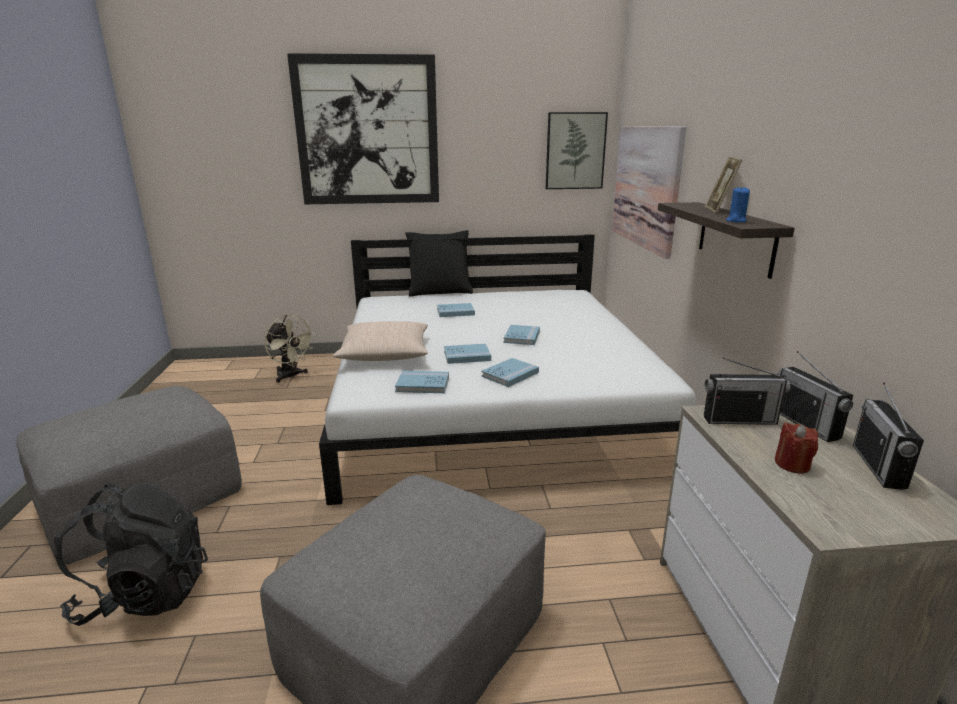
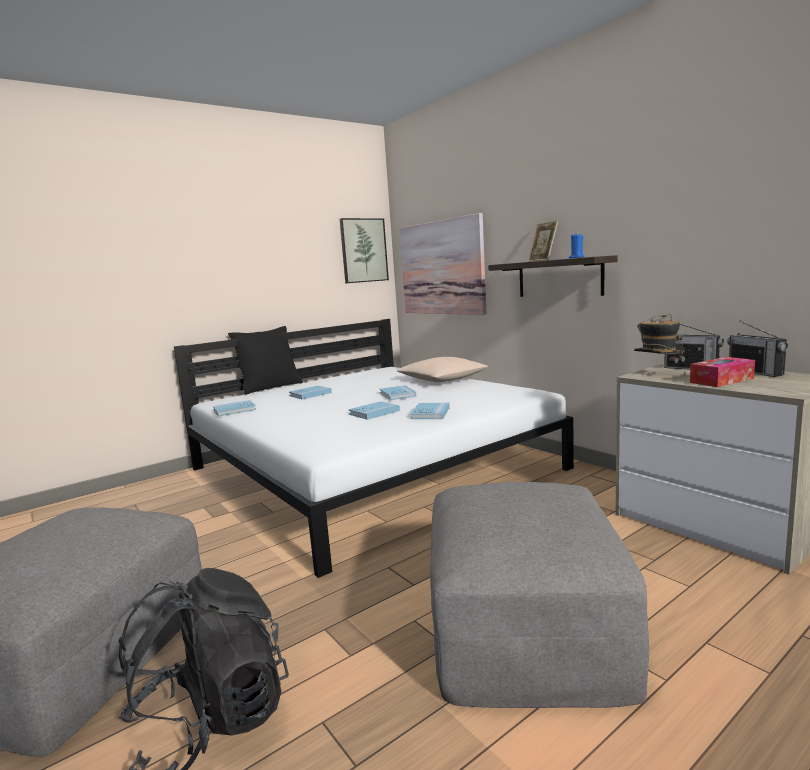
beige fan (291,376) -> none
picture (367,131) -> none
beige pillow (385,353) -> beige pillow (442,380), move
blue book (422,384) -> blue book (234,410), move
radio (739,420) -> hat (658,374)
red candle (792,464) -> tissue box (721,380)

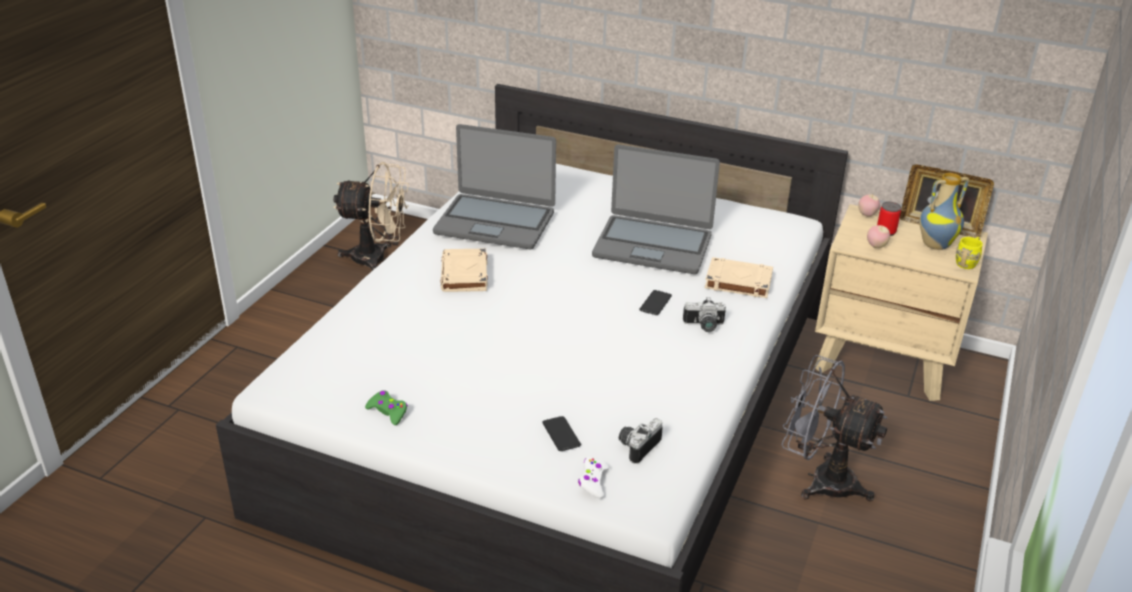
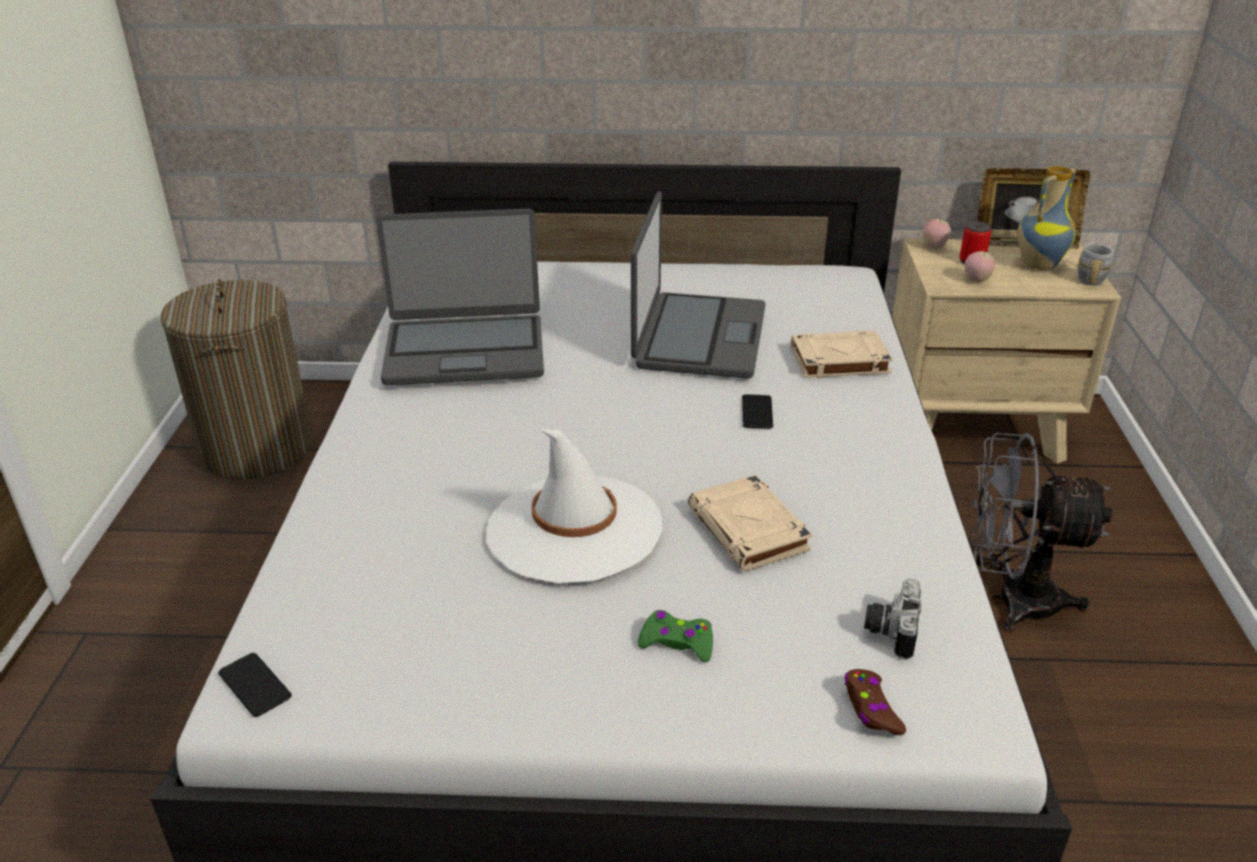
photo camera (704,326) -> none
none -> white hat (574,529)
green game controller (388,411) -> green game controller (677,643), move
beige book (465,275) -> beige book (749,530), move
phone (561,434) -> phone (255,685), move
beige fan (378,259) -> laundry basket (257,448)
white game controller (593,481) -> brown game controller (871,708)
yellow mug (967,262) -> grey mug (1090,277)
laptop (653,245) -> laptop (698,337), 75 degrees counterclockwise

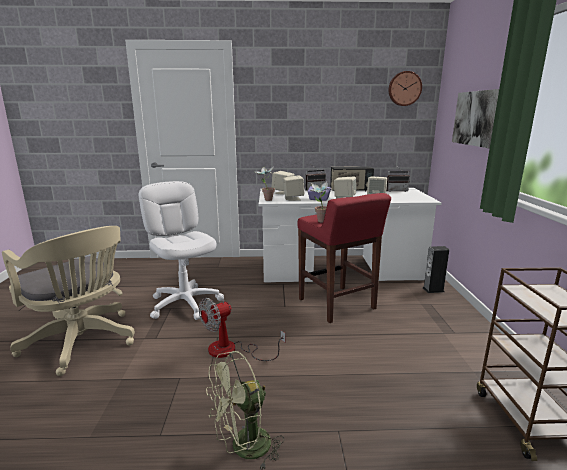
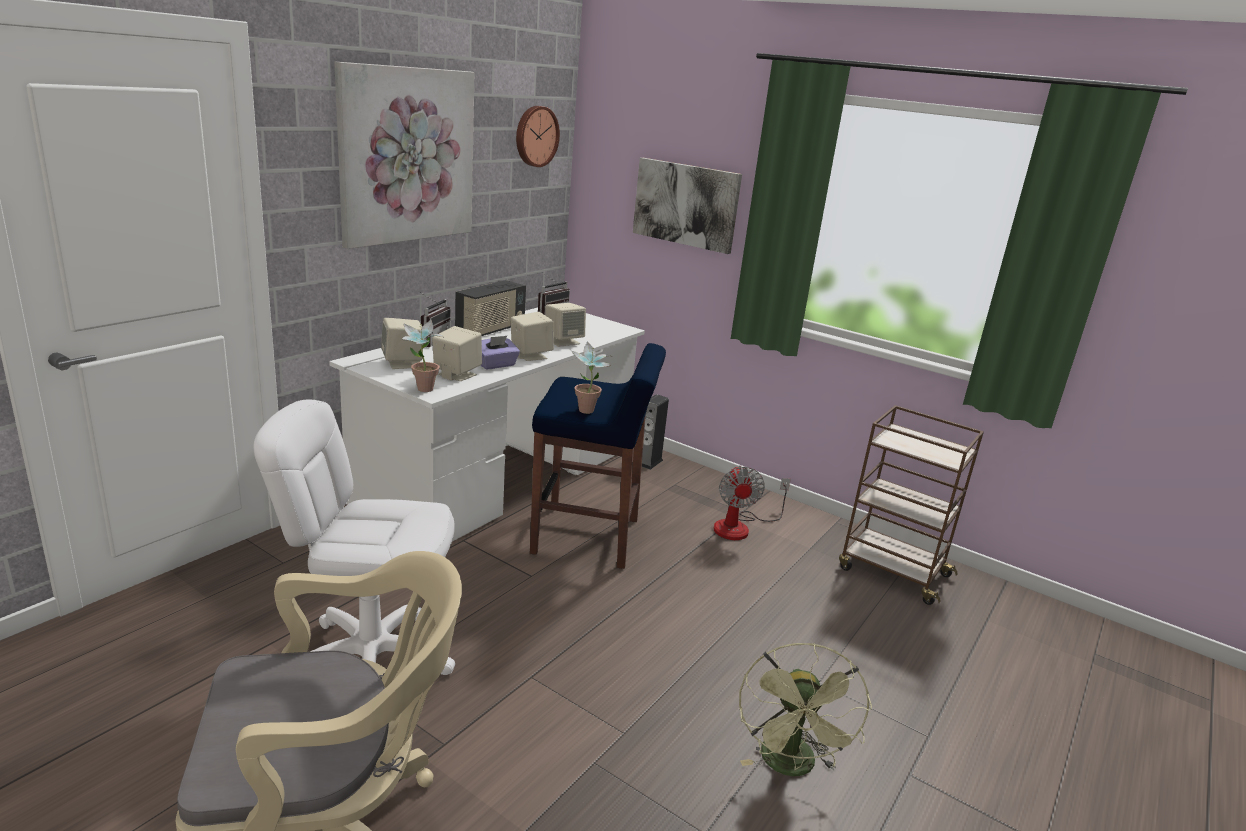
none -> picture (407,155)
fan (231,351) -> fan (740,527), move
red stool (337,305) -> blue stool (588,537)

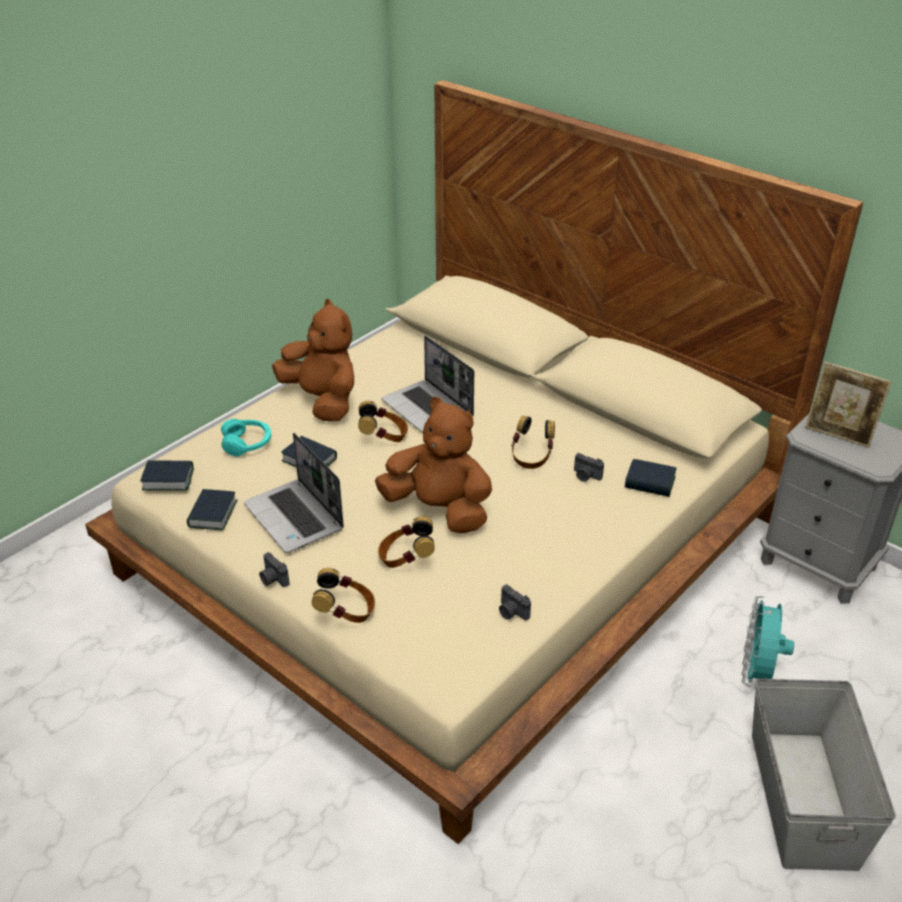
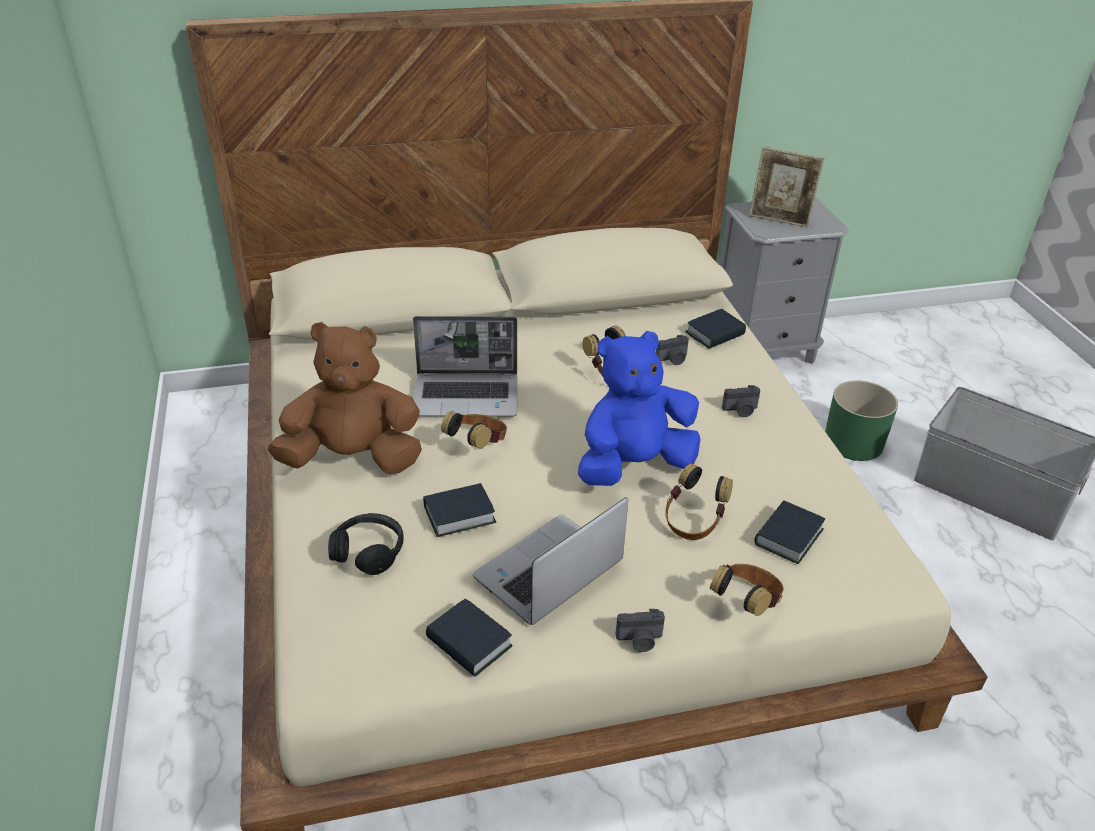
book (168,479) -> book (788,537), move
photo camera (511,612) -> photo camera (741,410), move
turquoise fan (757,674) -> green planter (854,442)
turquoise headphones (247,443) -> black headphones (369,551)
brown plush toy (439,510) -> blue plush toy (634,466)
laptop (295,518) -> laptop (548,573), 135 degrees clockwise
picture frame (838,436) -> picture frame (779,220), 45 degrees clockwise

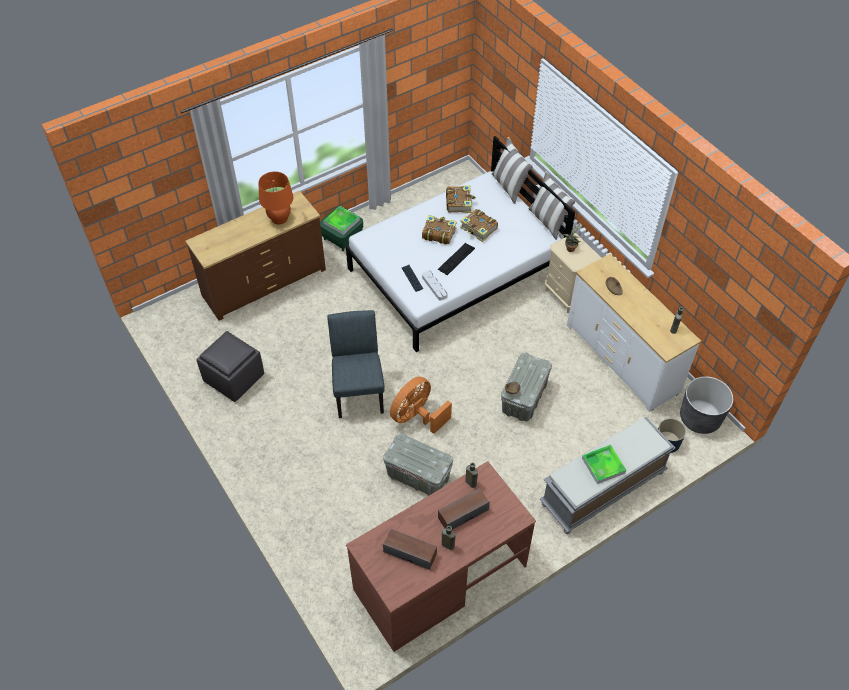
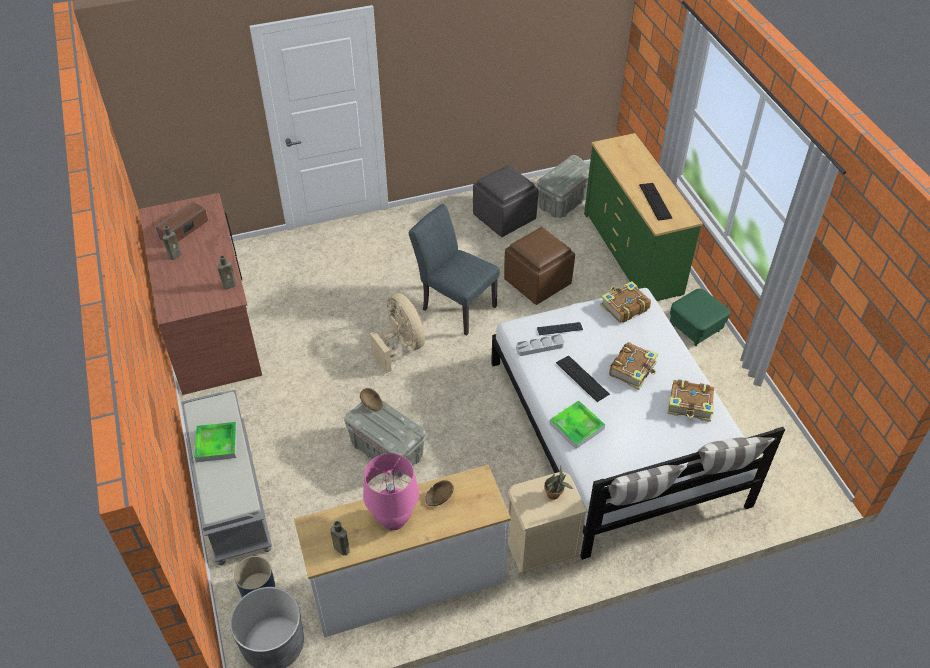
speaker (463,513) -> none
none -> pink table lamp (393,518)
none -> brown ottoman (538,282)
tray (341,222) -> tray (576,426), move
grey storage box (417,476) -> grey storage box (565,201), move
book (479,229) -> book (623,307), move
orange table lamp (279,218) -> keyboard (655,201)
brown dresser (264,282) -> green dresser (632,252)
orange fan (417,417) -> beige fan (401,346)
grey chair (358,390) -> grey chair (454,305), 150 degrees counterclockwise

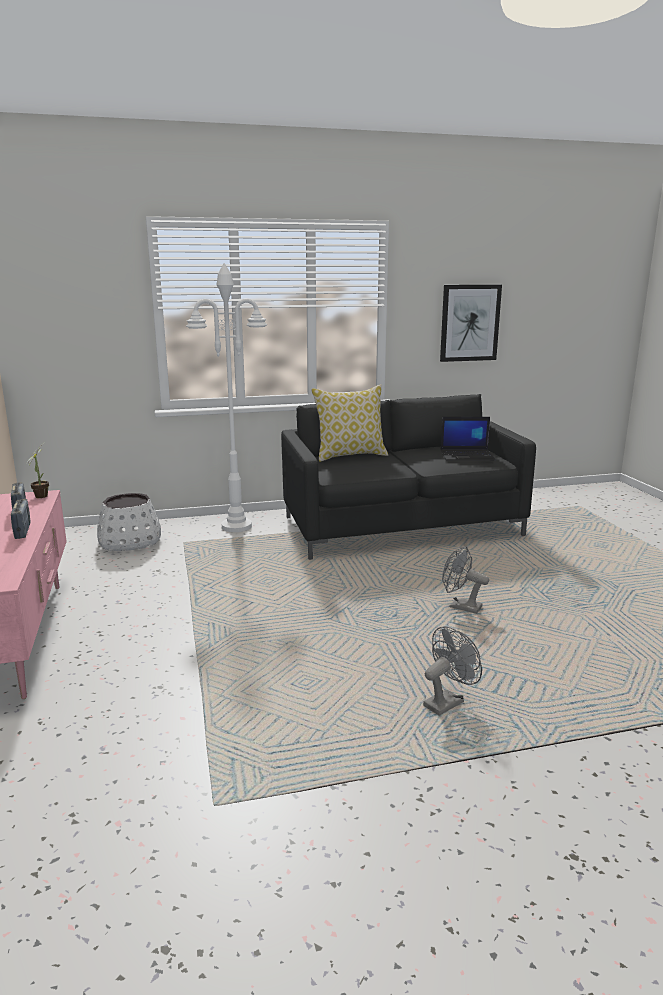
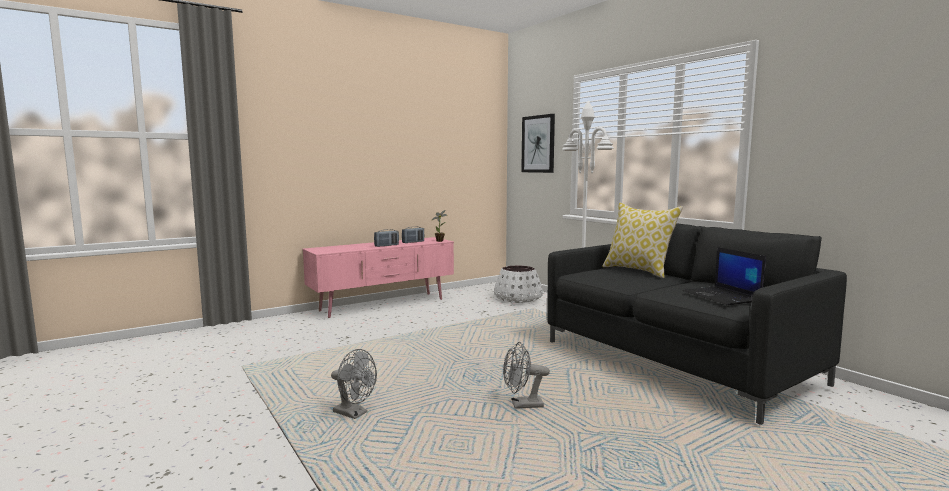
picture (469,323) -> picture (538,144), move
grey fan (460,606) -> grey fan (522,405), 105 degrees counterclockwise

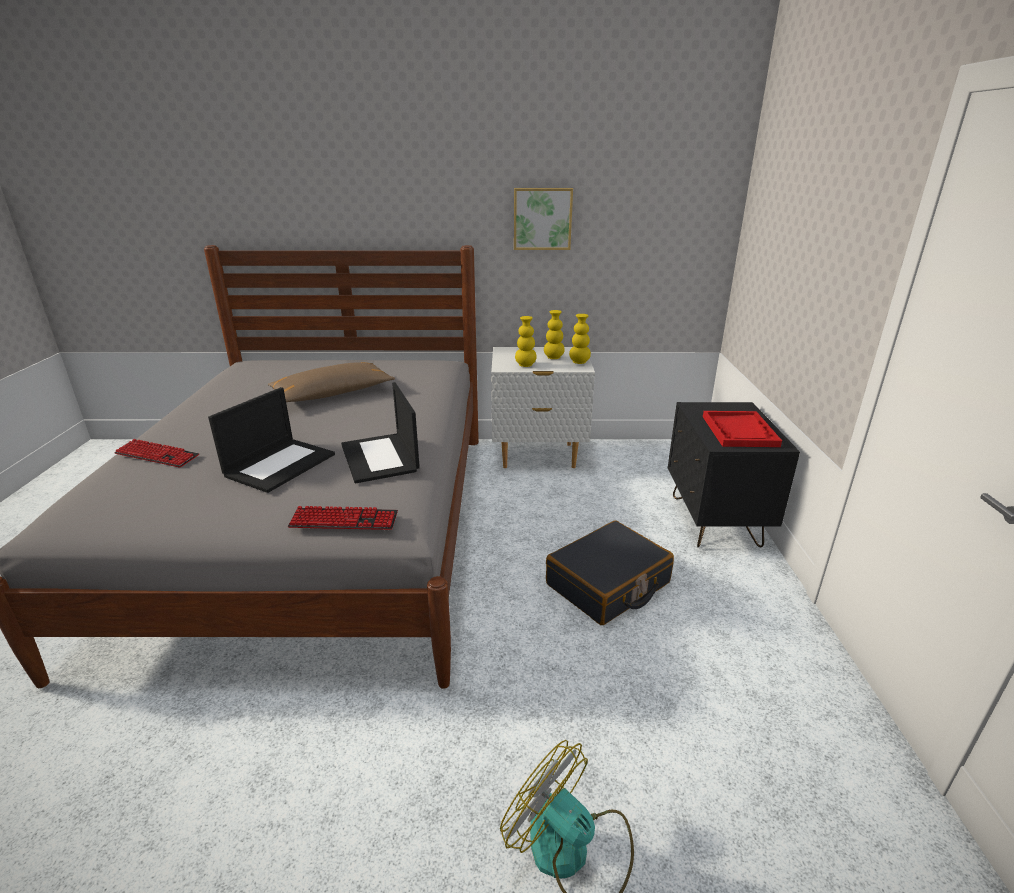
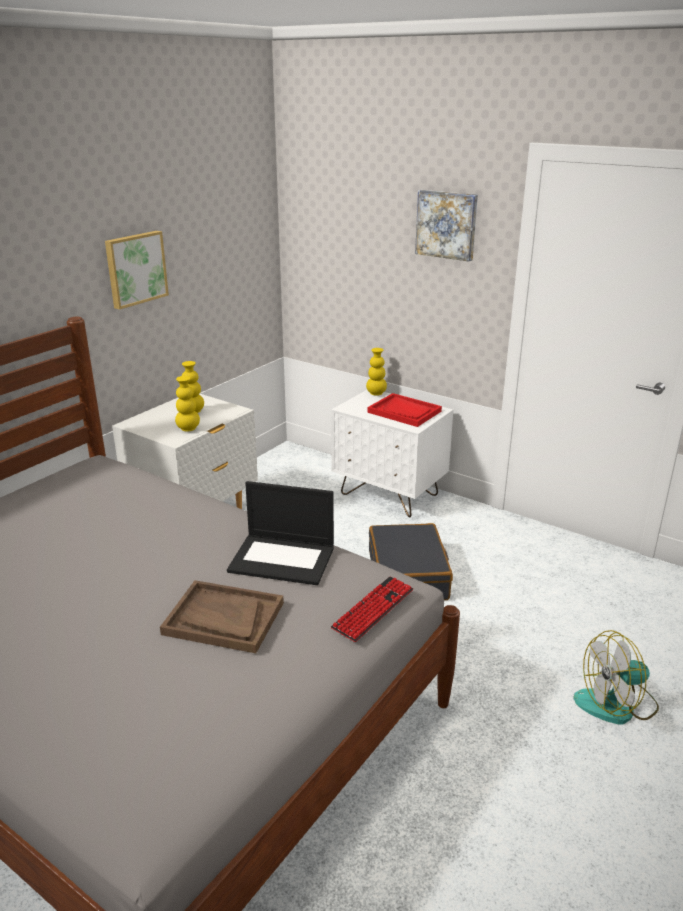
keyboard (157,455) -> none
brown pillow (333,393) -> none
none -> picture (447,224)
yellow vase (579,362) -> yellow vase (376,393), move
laptop (280,464) -> brown tray (223,618)
black nightstand (715,521) -> white nightstand (389,495)

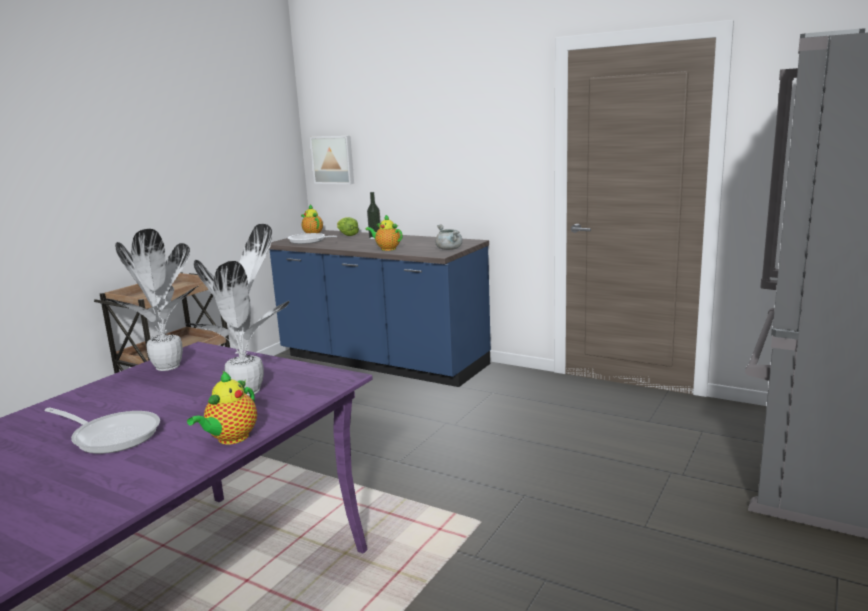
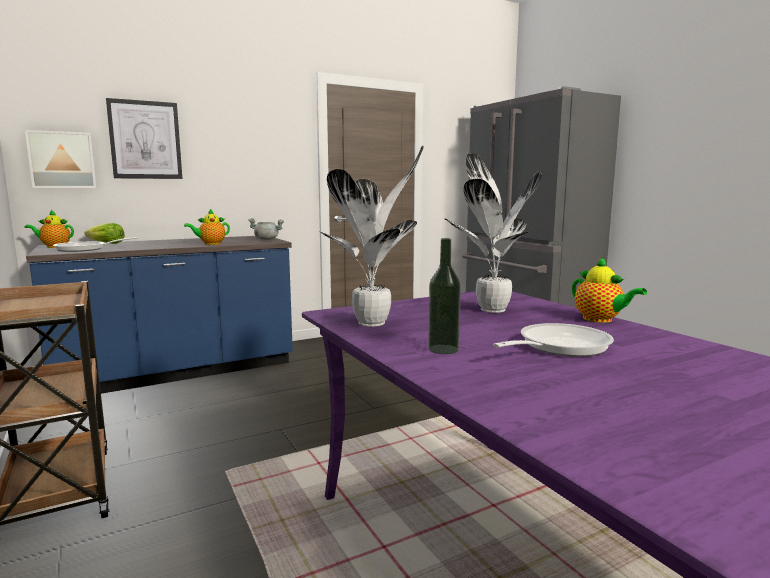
none -> picture (145,140)
bottle (375,238) -> bottle (443,349), move

